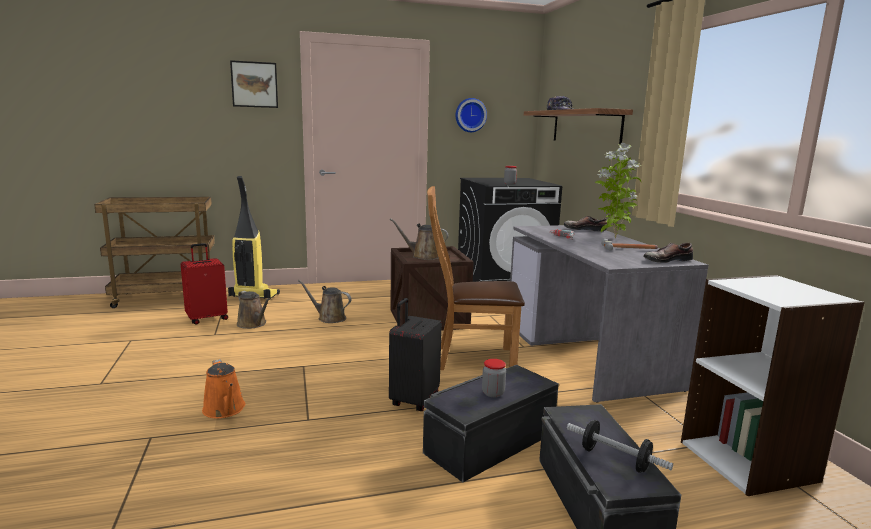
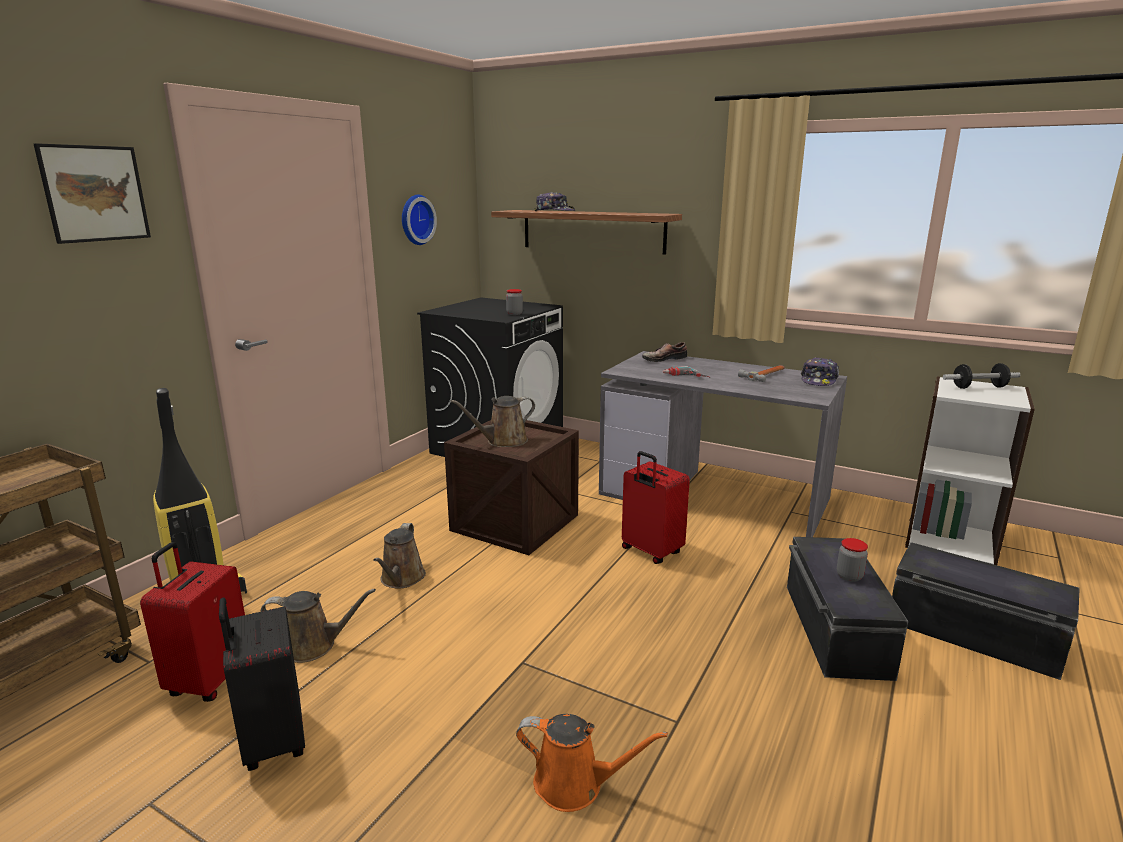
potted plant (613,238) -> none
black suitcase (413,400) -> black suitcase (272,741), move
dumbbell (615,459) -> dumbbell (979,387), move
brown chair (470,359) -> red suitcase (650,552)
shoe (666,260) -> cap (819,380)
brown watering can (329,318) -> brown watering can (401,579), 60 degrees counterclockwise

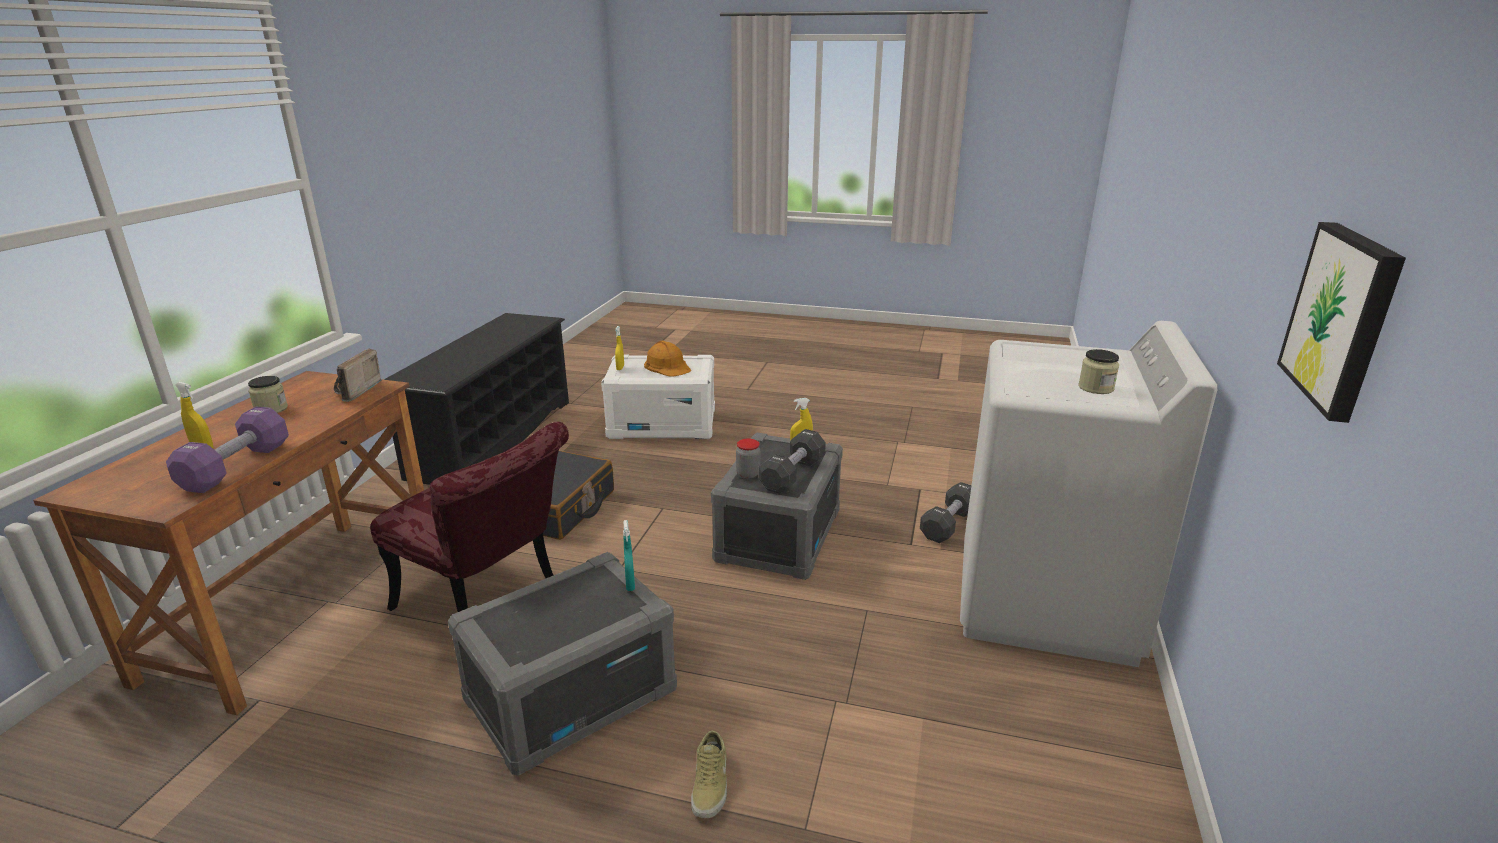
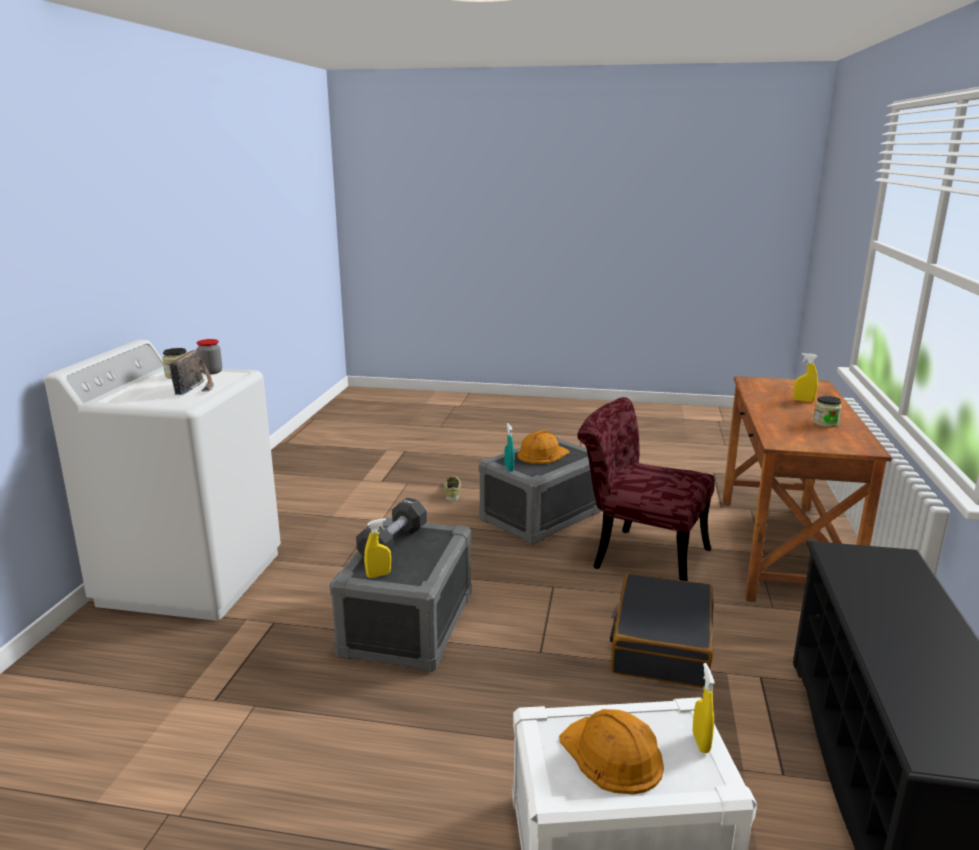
purple dumbbell (236,467) -> none
black dumbbell (948,524) -> none
picture (1343,318) -> none
none -> orange hard hat (542,454)
radio (354,392) -> radio (197,388), move
jar (748,474) -> jar (211,372), move

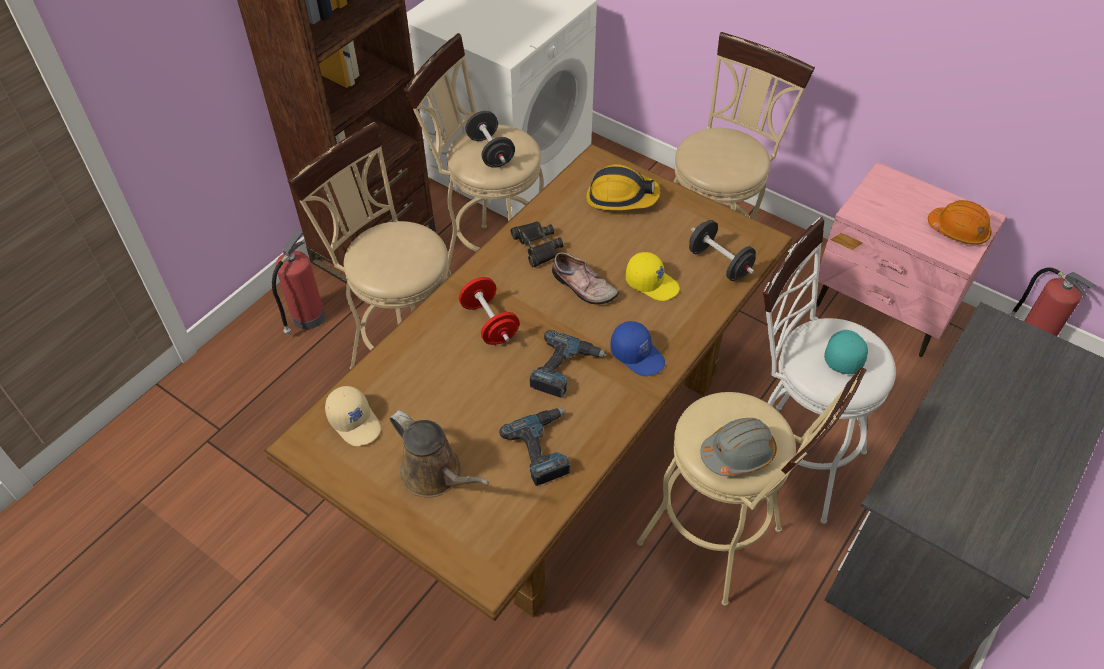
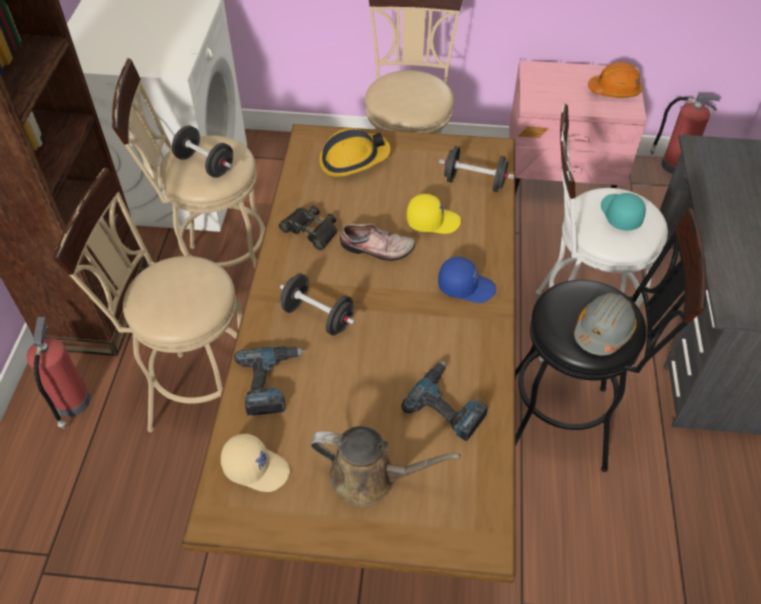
power drill (565,369) -> power drill (271,382), move
red dumbbell (489,323) -> black dumbbell (318,317)
beige stool (720,543) -> black stool (568,422)

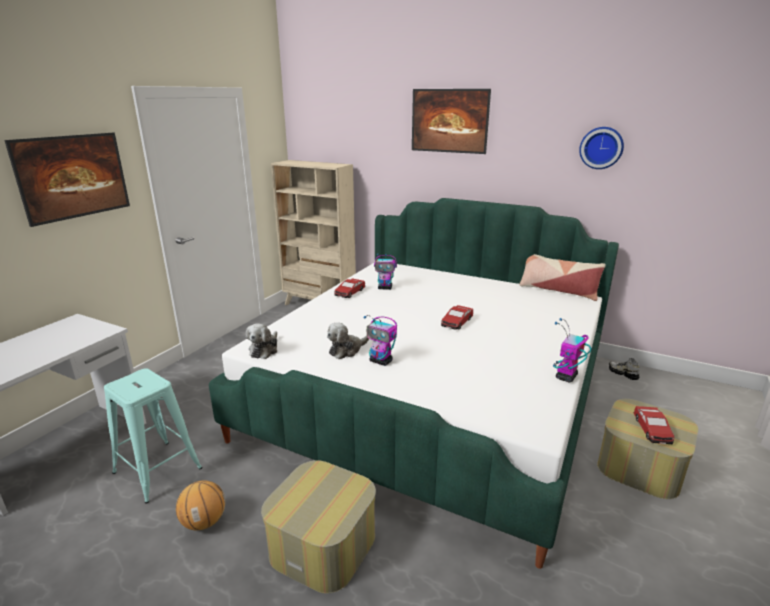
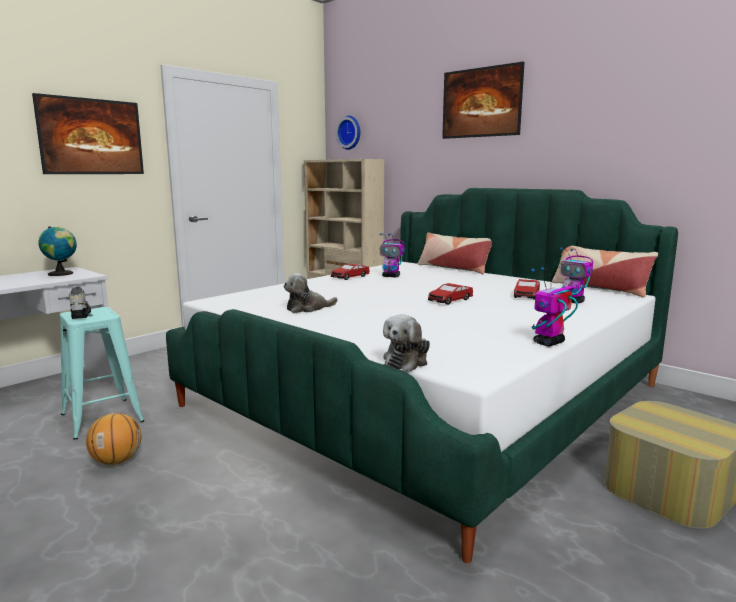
ottoman (323,544) -> none
none -> globe (62,274)
none -> pillow (453,268)
plush toy (264,349) -> plush toy (407,360), move
toy robot (381,361) -> toy robot (572,301), move
wall clock (601,147) -> wall clock (350,132), move
shoe (623,373) -> shoe (80,314), move
toy car (652,430) -> toy car (526,295), move

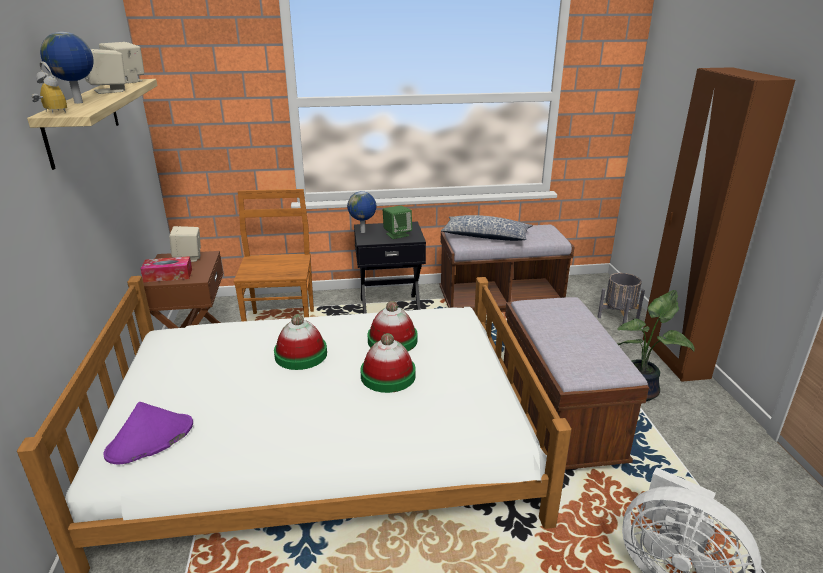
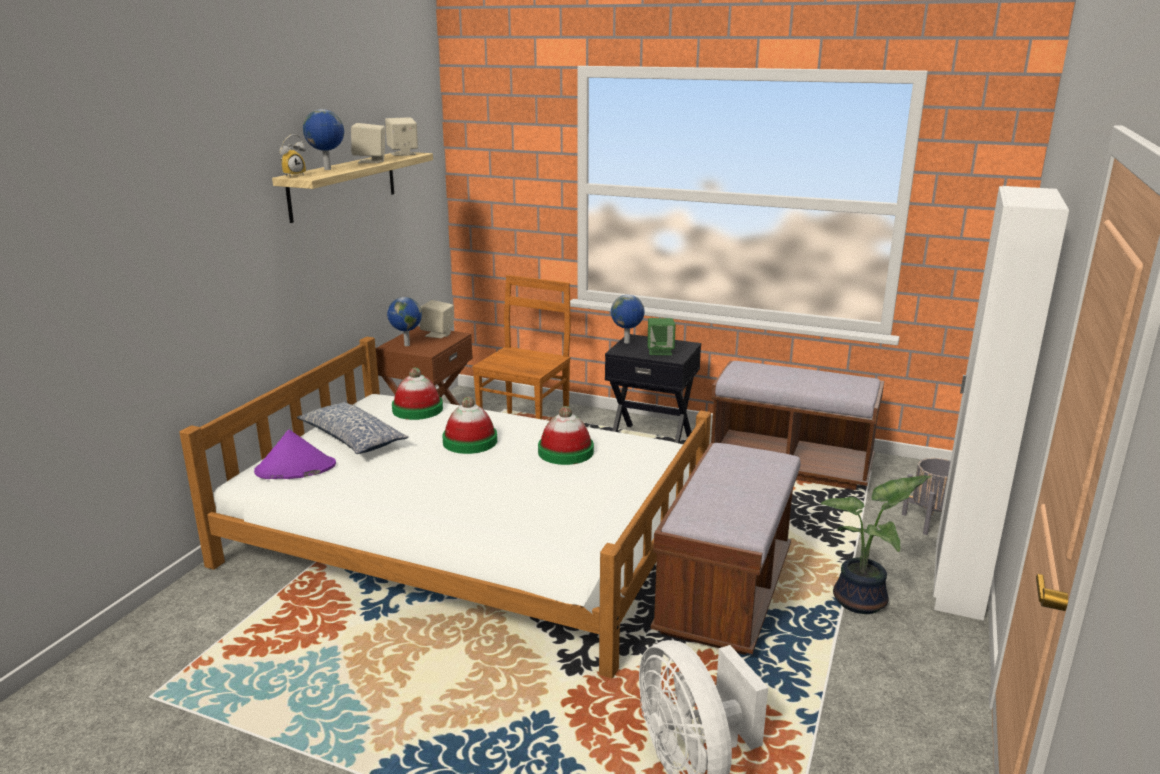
hat (388,375) -> hat (417,409), move
pillow (486,237) -> pillow (352,439), move
tissue box (168,275) -> globe (406,345)
brown wardrobe (673,358) -> white wardrobe (957,584)
alarm clock (51,112) -> alarm clock (293,175), 60 degrees clockwise

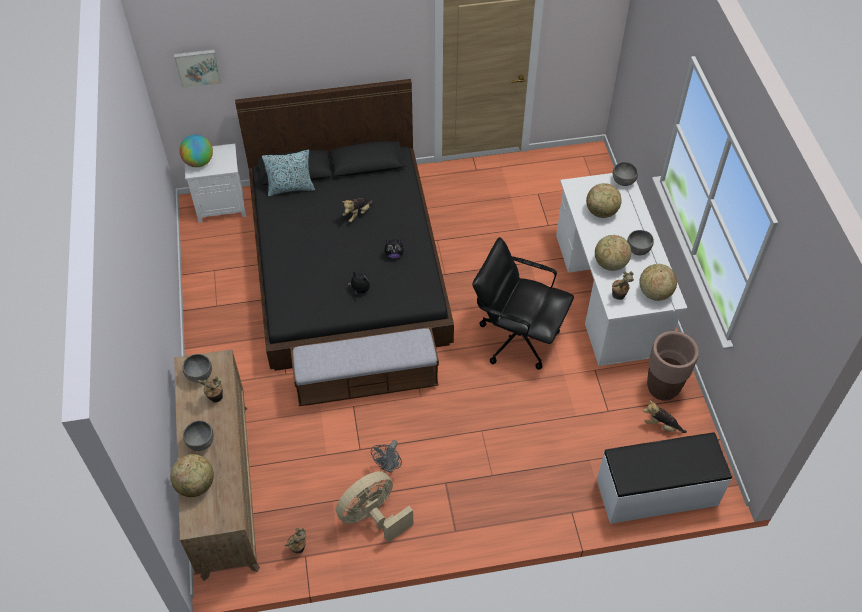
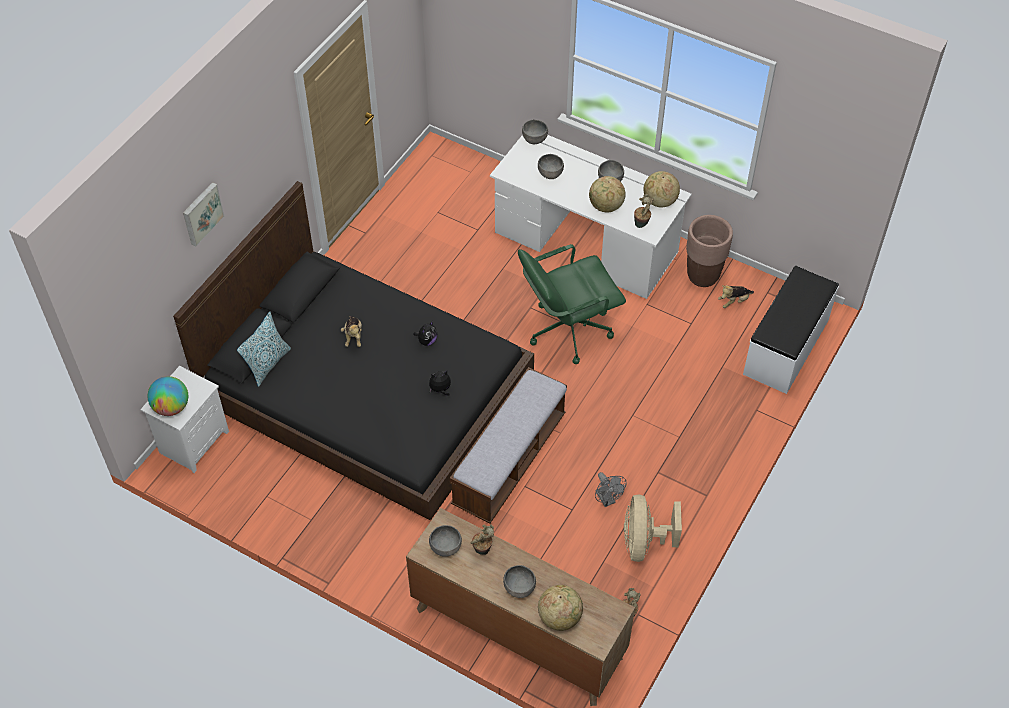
picture (198,67) -> picture (201,213), move
globe (601,212) -> grey bowl (550,174)
black office chair (517,337) -> green office chair (568,329)

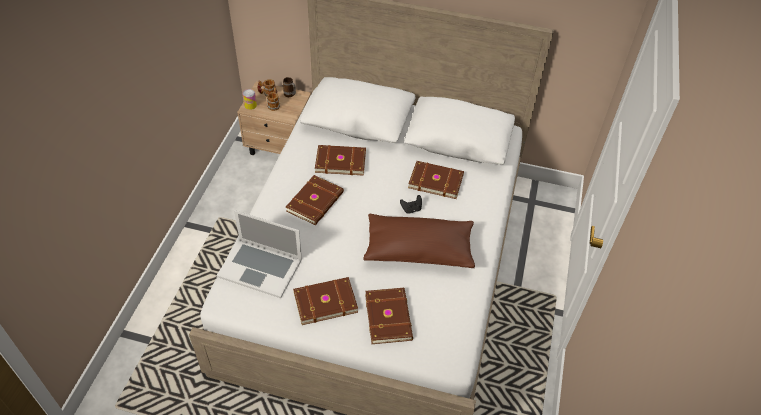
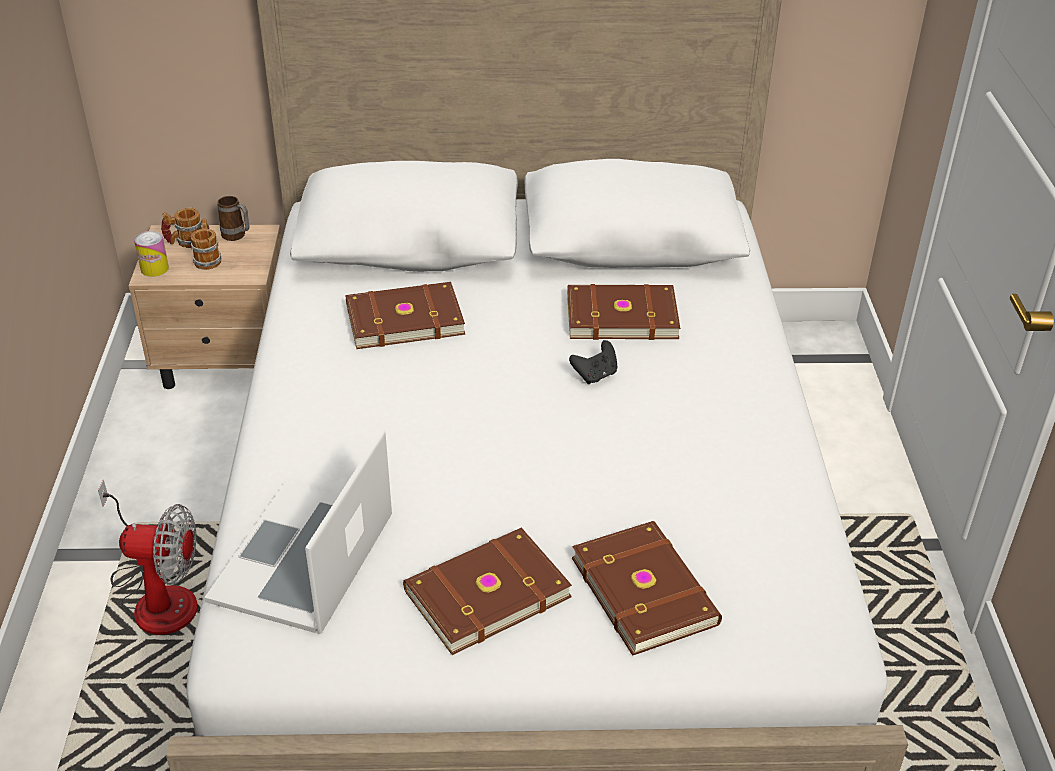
brown book (316,202) -> none
brown pillow (418,250) -> none
none -> fan (158,596)
laptop (260,267) -> laptop (304,557), 105 degrees clockwise

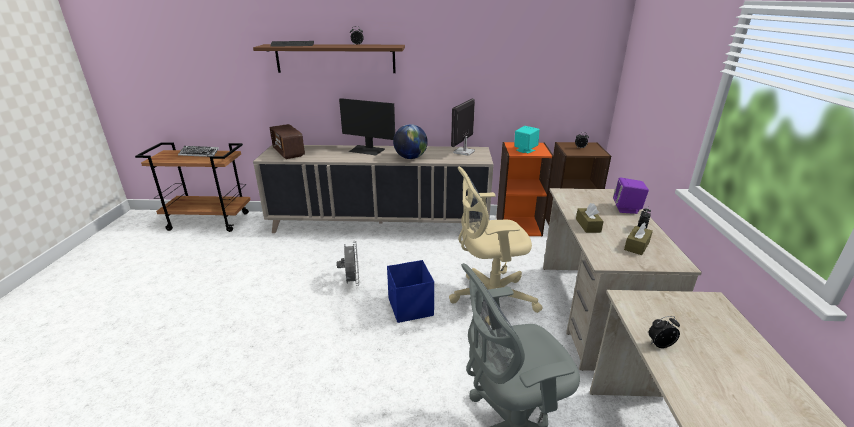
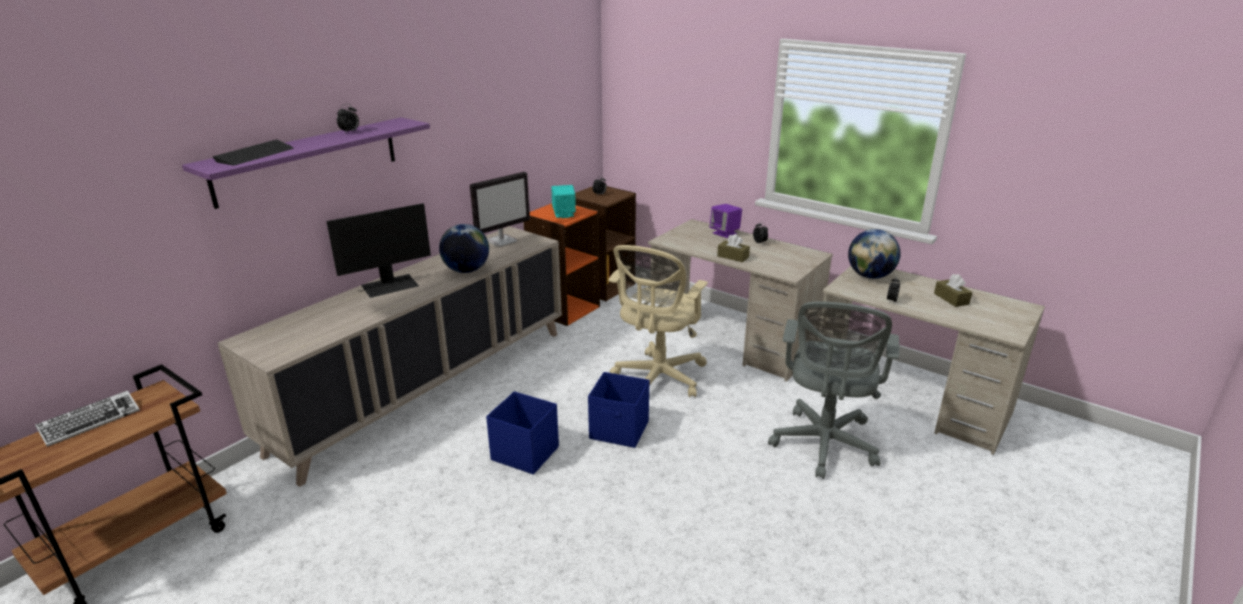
radio (288,152) -> none
none -> globe (870,276)
brown tissue box (636,246) -> brown tissue box (951,299), move
grey fan (351,282) -> blue storage box (524,453)
brown shelf (335,58) -> purple shelf (308,160)
monitor (464,152) -> monitor (502,241), 105 degrees counterclockwise

